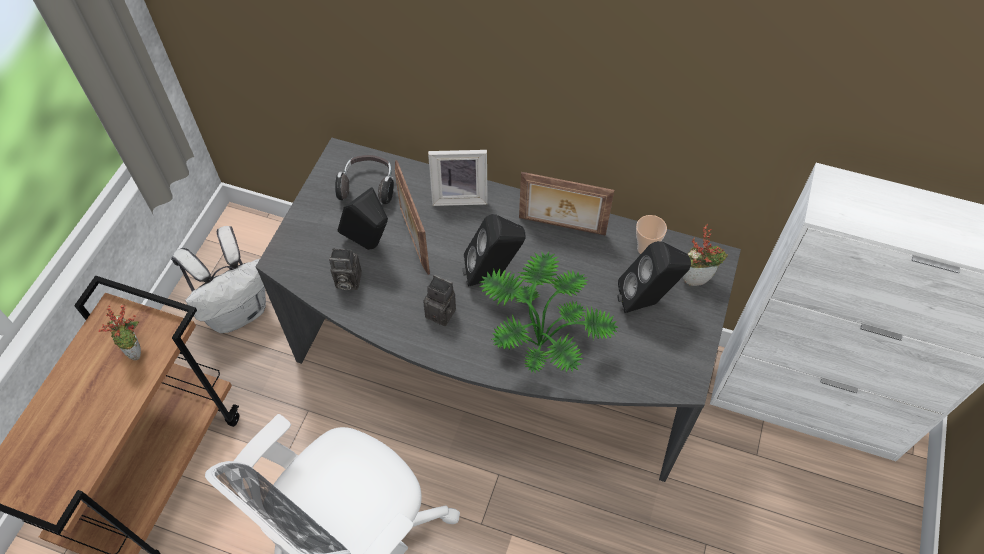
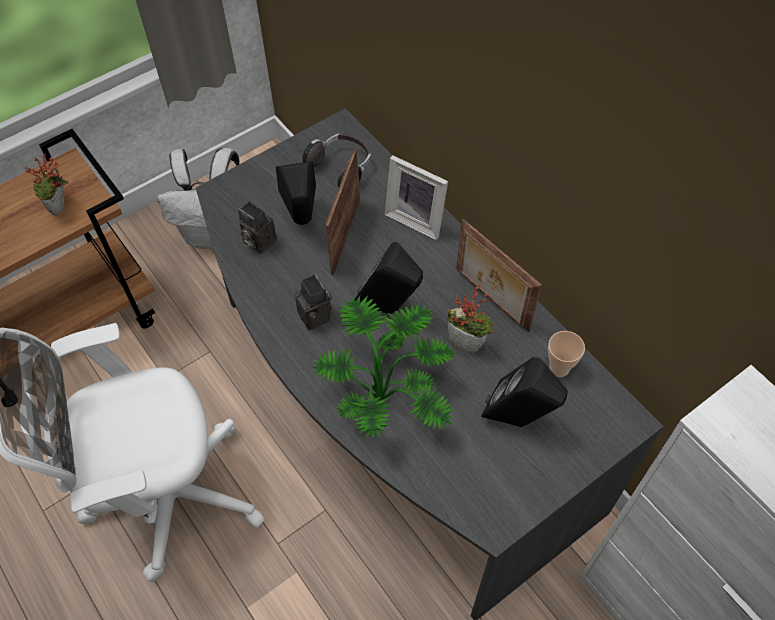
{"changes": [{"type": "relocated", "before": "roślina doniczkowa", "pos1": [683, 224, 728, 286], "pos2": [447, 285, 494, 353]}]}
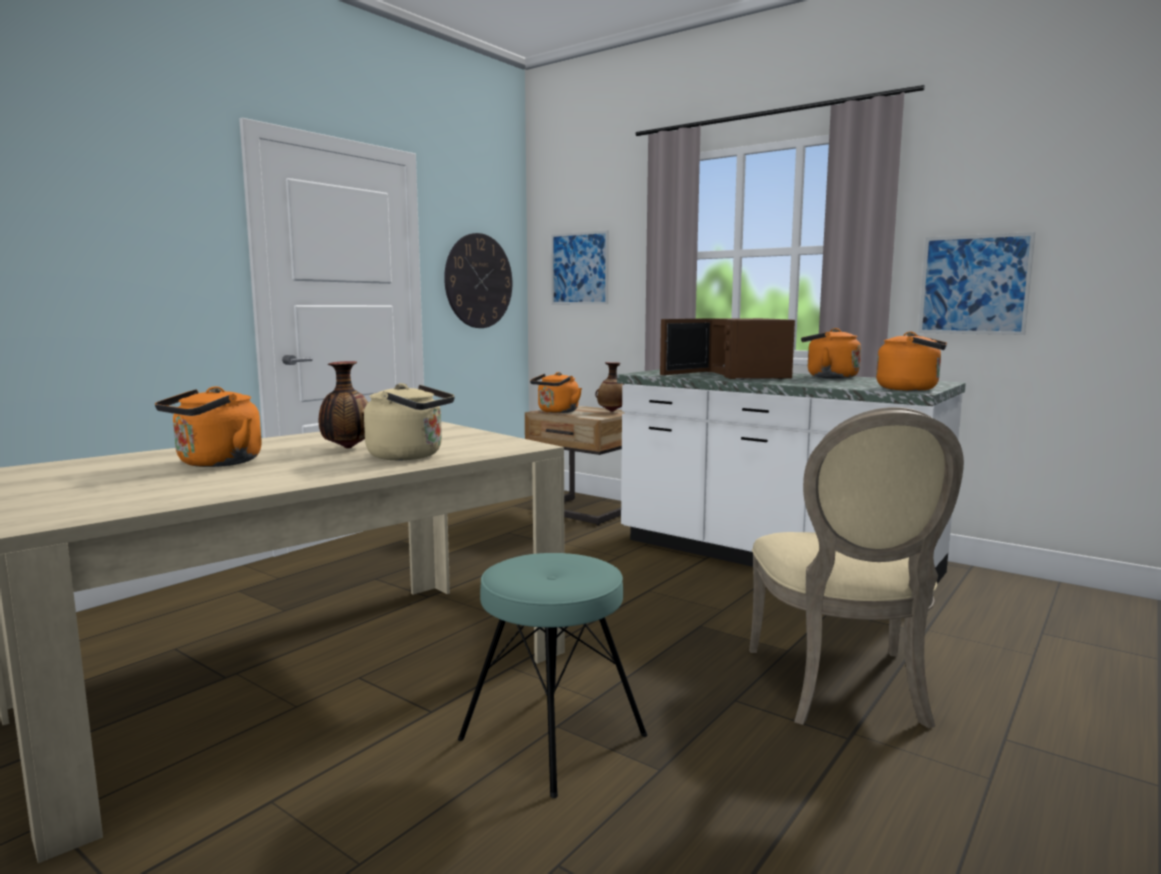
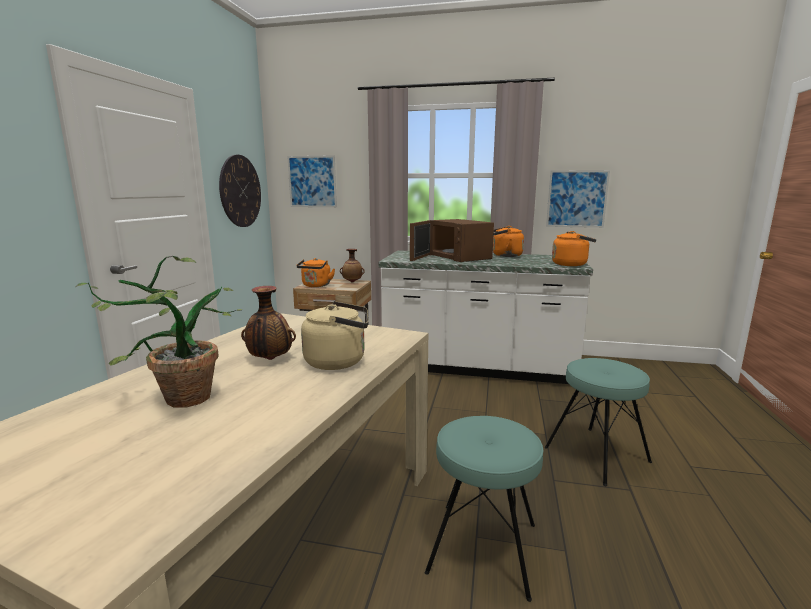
{"changes": [{"type": "exchanged", "before": "czajnik (pomarańczowy)", "after": "roślina doniczkowa", "pos1": [155, 386, 262, 467], "pos2": [76, 256, 242, 408]}, {"type": "exchanged", "before": "krzesło (beżowy)", "after": "stołek (turkusowy)", "pos1": [749, 407, 964, 728], "pos2": [545, 358, 652, 486]}]}
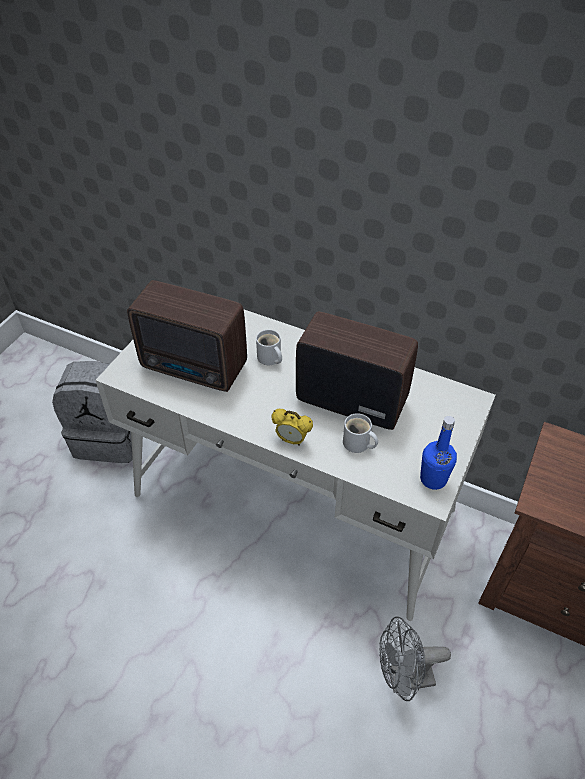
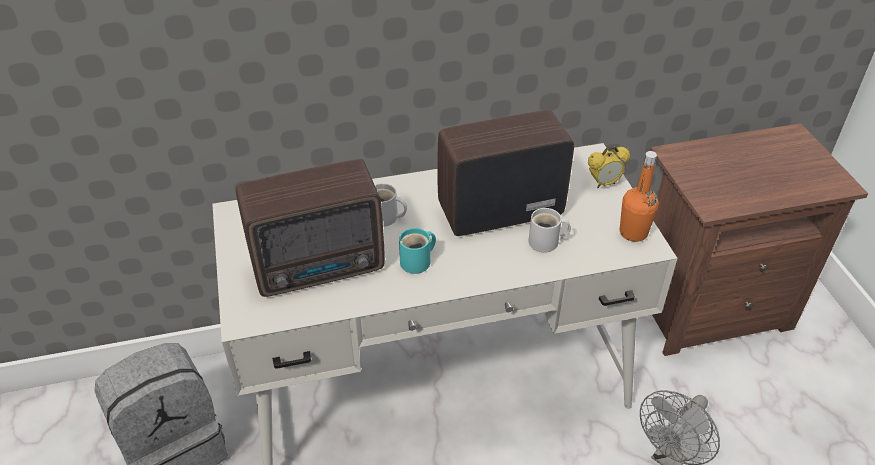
{"changes": [{"type": "relocated", "before": "budzik", "pos1": [271, 409, 313, 446], "pos2": [588, 146, 630, 188]}, {"type": "colour", "before": "butelka (niebieski)", "after": "butelka (pomarańczowy)", "pos1": [420, 416, 457, 490], "pos2": [620, 151, 659, 242]}, {"type": "appeared", "after": "kubek (turkusowy)", "pos2": [399, 228, 436, 274]}]}
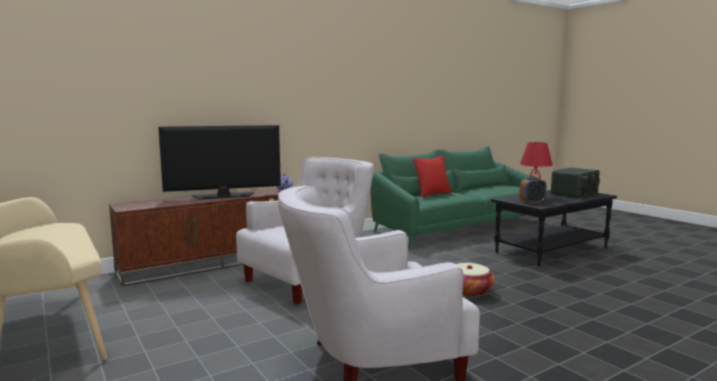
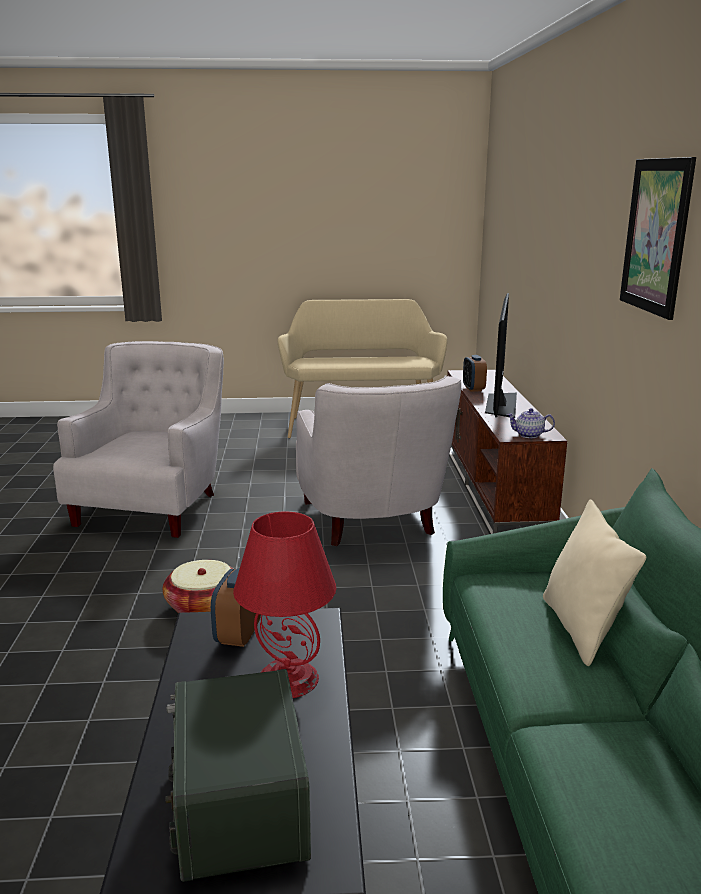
{"changes": [{"type": "colour", "before": "poduszka (czerwony)", "after": "poduszka (beżowy)", "pos1": [413, 155, 452, 197], "pos2": [543, 500, 646, 666]}, {"type": "appeared", "after": "budzik", "pos2": [463, 355, 487, 392]}, {"type": "appeared", "after": "obraz", "pos2": [620, 157, 696, 320]}]}
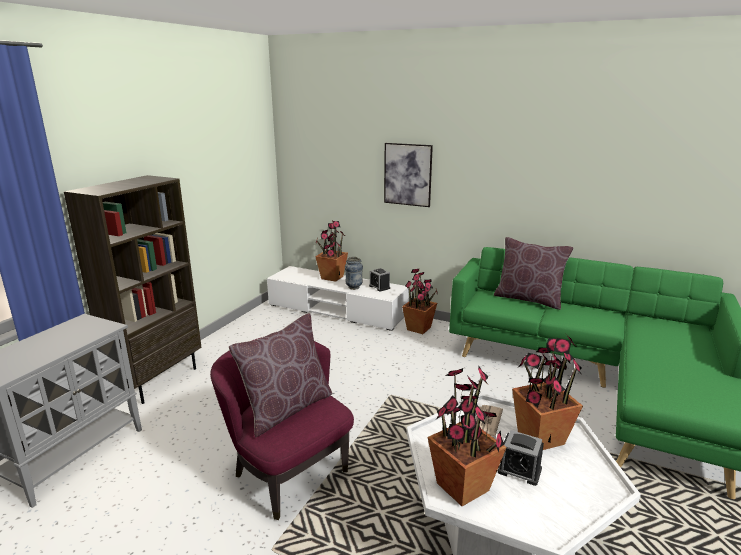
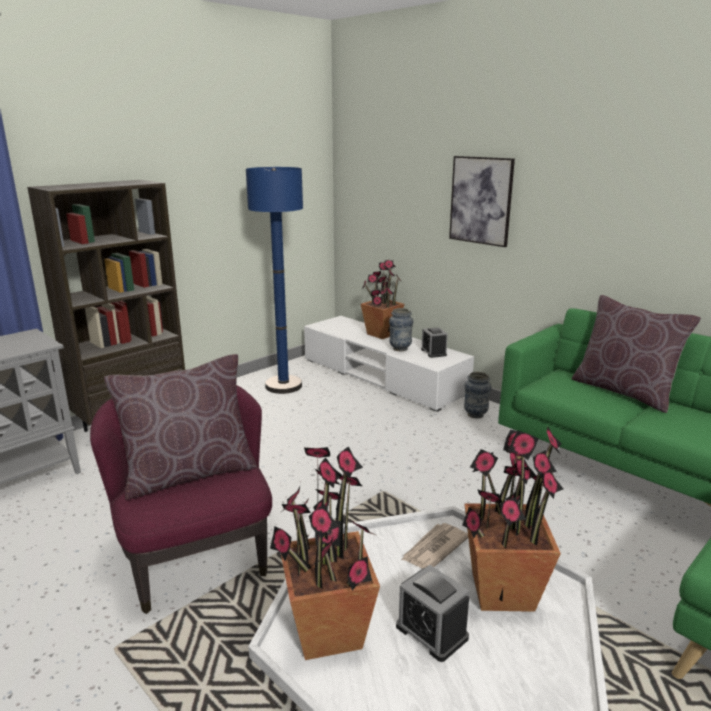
{"changes": [{"type": "exchanged", "before": "roślina doniczkowa", "after": "wazon", "pos1": [402, 269, 438, 334], "pos2": [464, 372, 491, 418]}, {"type": "appeared", "after": "lampa stojąca (niebieski)", "pos2": [246, 167, 303, 394]}]}
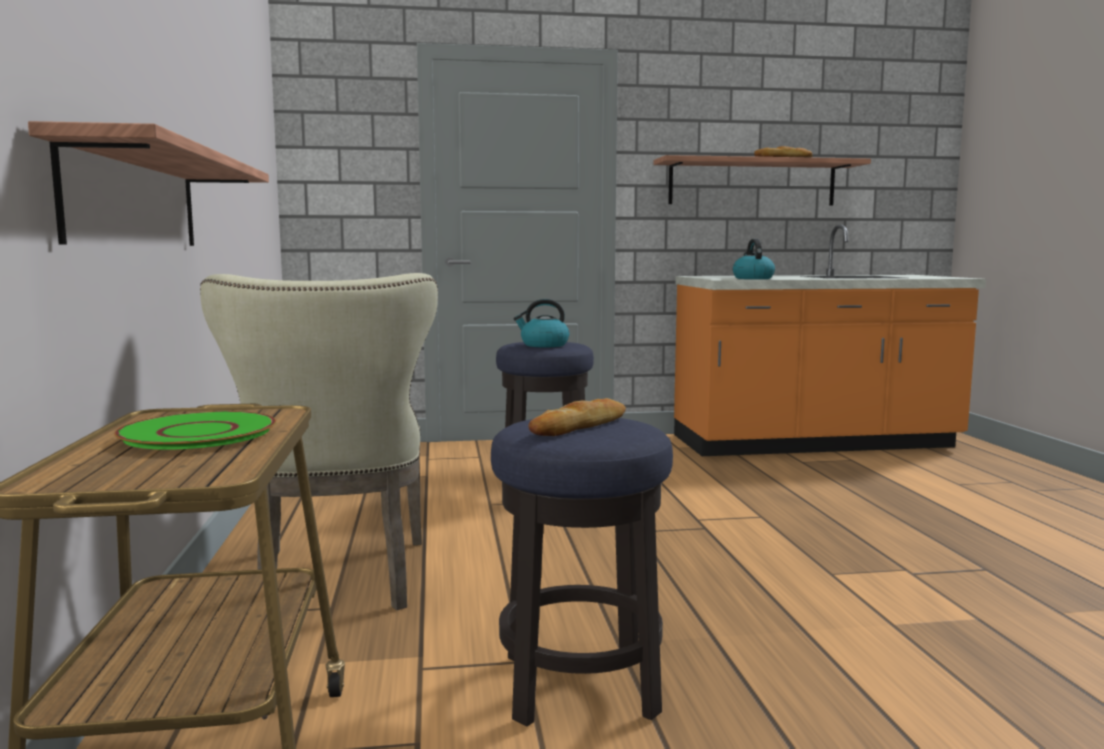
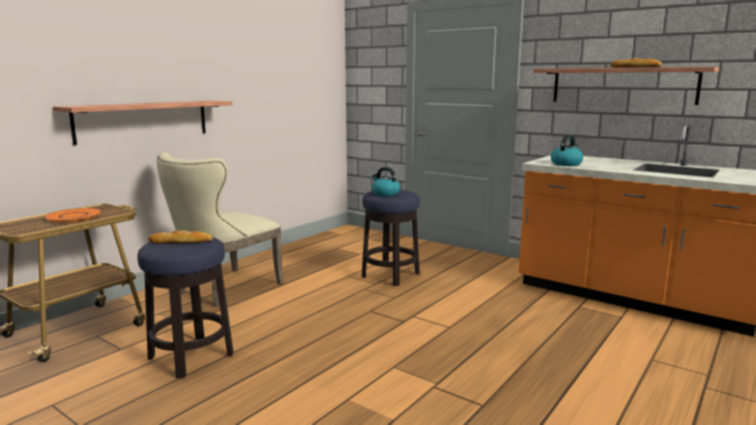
{"changes": [{"type": "colour", "before": "talerz (zielony)", "after": "talerz (pomarańczowy)", "pos1": [114, 411, 276, 450], "pos2": [44, 208, 102, 223]}]}
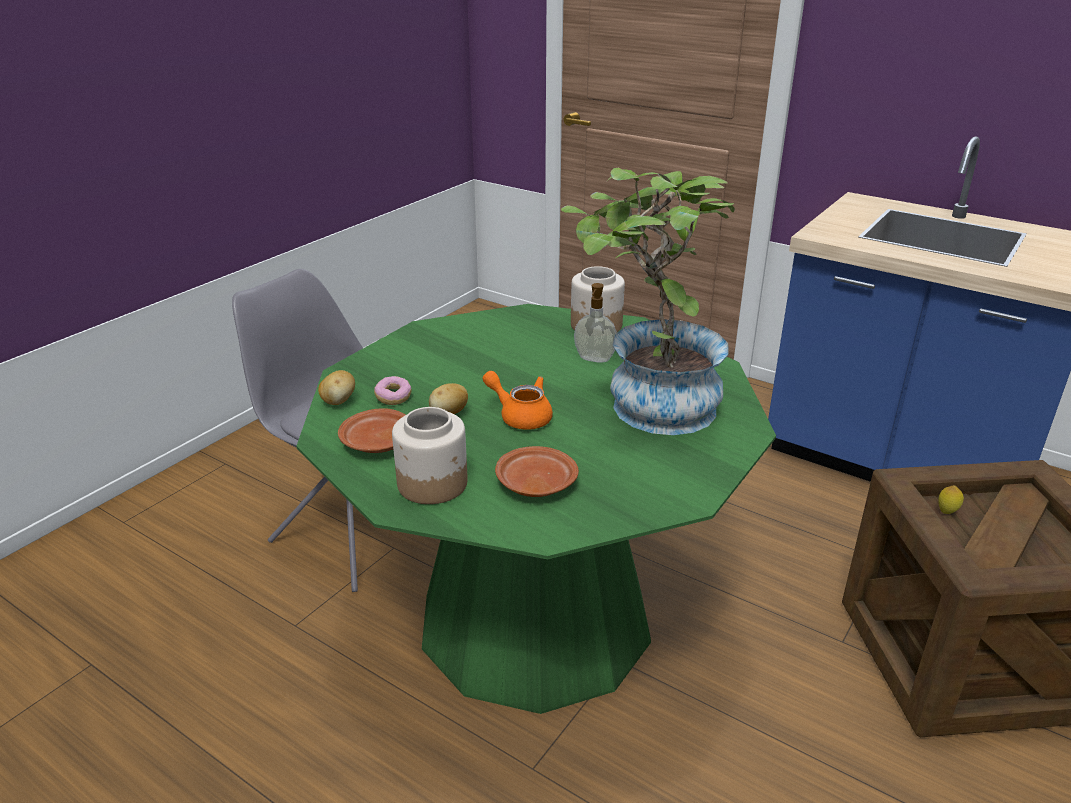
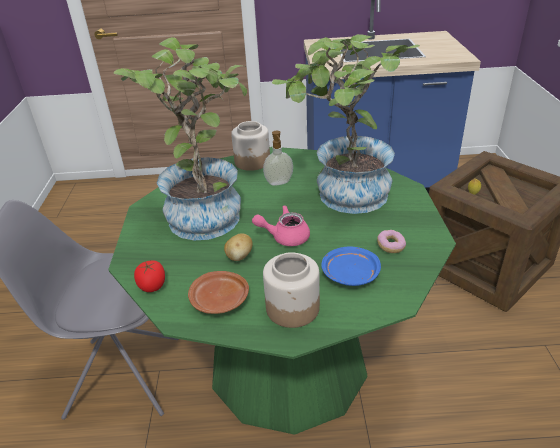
{"changes": [{"type": "exchanged", "before": "ziemniak", "after": "pomidor", "pos1": [318, 370, 355, 405], "pos2": [134, 260, 165, 292]}, {"type": "relocated", "before": "donut", "pos1": [374, 376, 412, 405], "pos2": [377, 230, 406, 253]}, {"type": "colour", "before": "imbryk (pomarańczowy)", "after": "imbryk (różowy)", "pos1": [482, 371, 553, 430], "pos2": [252, 205, 310, 246]}, {"type": "colour", "before": "talerz (brązowy)", "after": "talerz (niebieski)", "pos1": [495, 446, 579, 497], "pos2": [321, 247, 381, 286]}, {"type": "appeared", "after": "roślina doniczkowa", "pos2": [114, 37, 247, 241]}]}
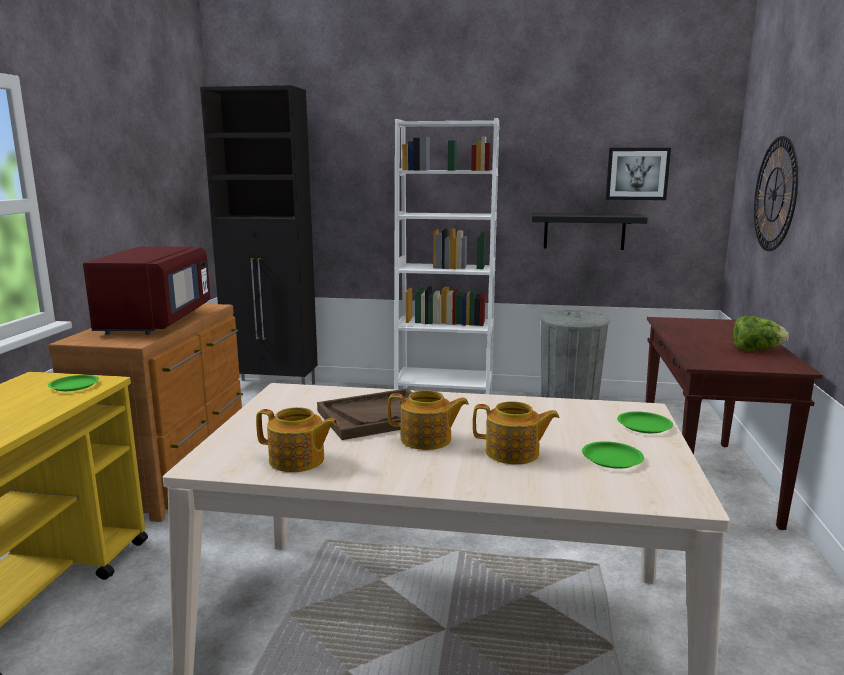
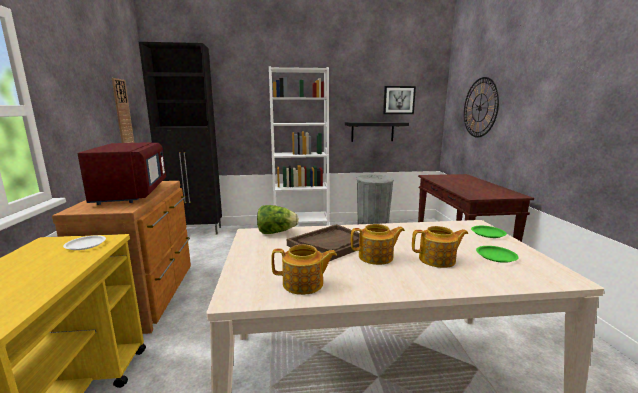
{"changes": [{"type": "colour", "before": "talerz (zielony)", "after": "talerz (biały)", "pos1": [48, 375, 99, 391], "pos2": [63, 235, 106, 250]}, {"type": "relocated", "before": "sałata", "pos1": [733, 316, 789, 351], "pos2": [257, 205, 299, 234]}, {"type": "appeared", "after": "zegar ścienny", "pos2": [112, 78, 134, 143]}]}
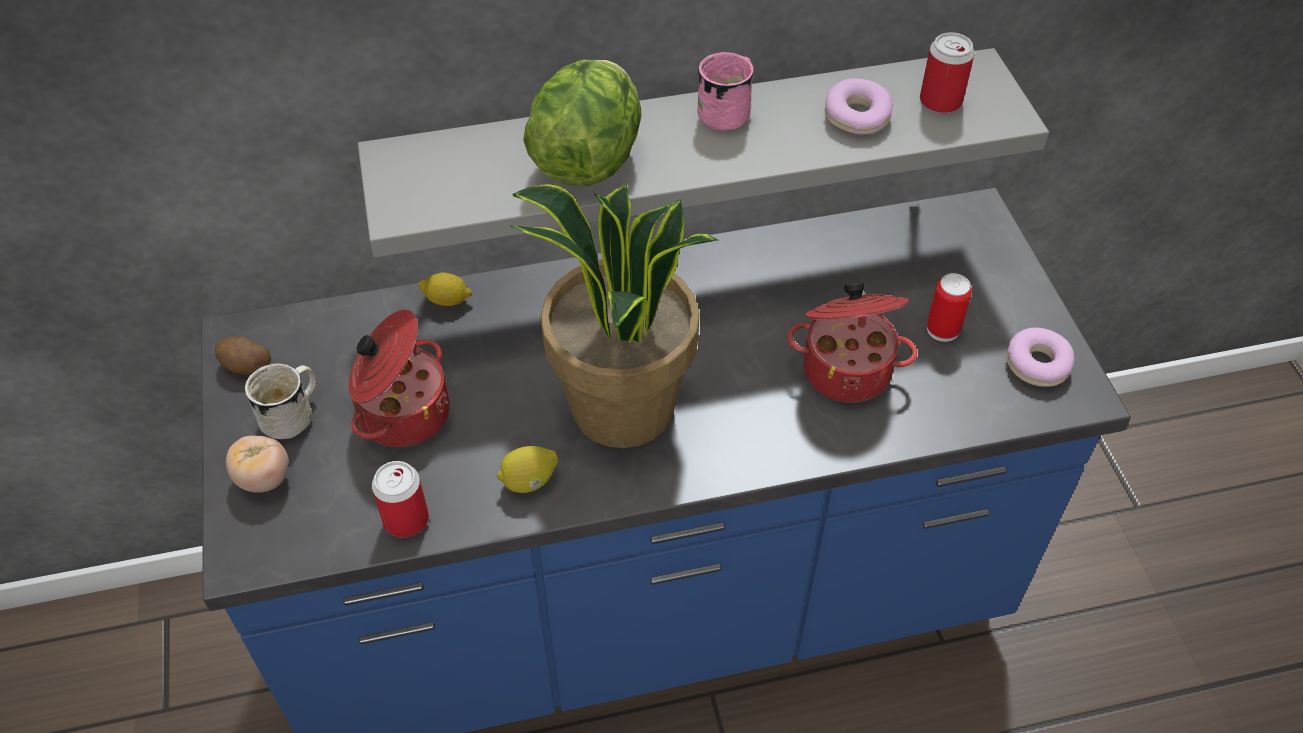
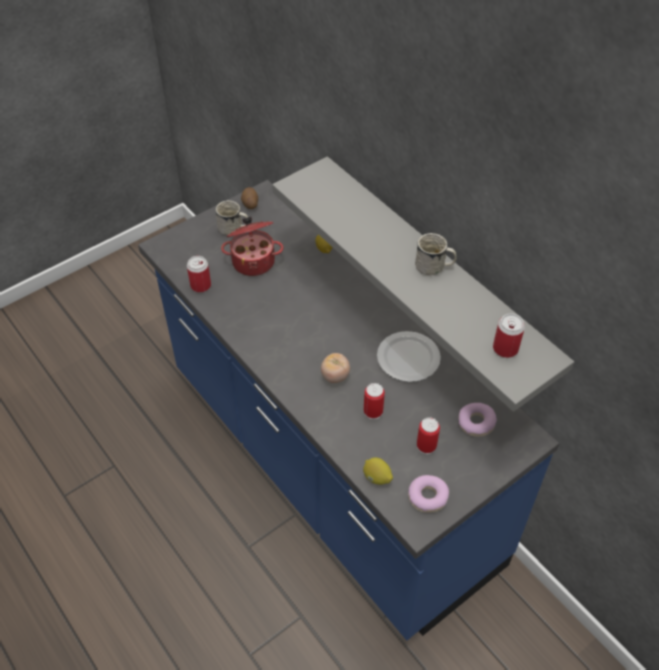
{"changes": [{"type": "relocated", "before": "pomidor", "pos1": [226, 435, 289, 493], "pos2": [321, 353, 350, 383]}, {"type": "relocated", "before": "cytryna", "pos1": [497, 446, 558, 493], "pos2": [363, 457, 393, 485]}, {"type": "missing", "before": "roślina doniczkowa", "pos1": [510, 184, 718, 448]}, {"type": "missing", "before": "sałata", "pos1": [523, 60, 642, 186]}, {"type": "colour", "before": "kubek (różowy)", "after": "kubek (biały)", "pos1": [697, 52, 754, 131], "pos2": [415, 233, 457, 275]}, {"type": "exchanged", "before": "garnek", "after": "puszka", "pos1": [787, 282, 917, 403], "pos2": [364, 383, 385, 420]}, {"type": "relocated", "before": "donut", "pos1": [825, 78, 893, 135], "pos2": [458, 403, 497, 437]}, {"type": "appeared", "after": "talerz", "pos2": [377, 331, 441, 382]}]}
